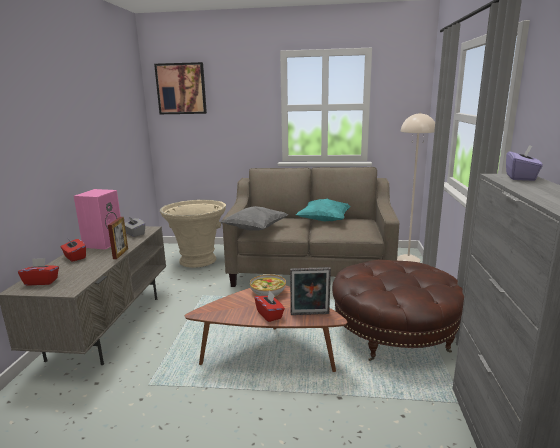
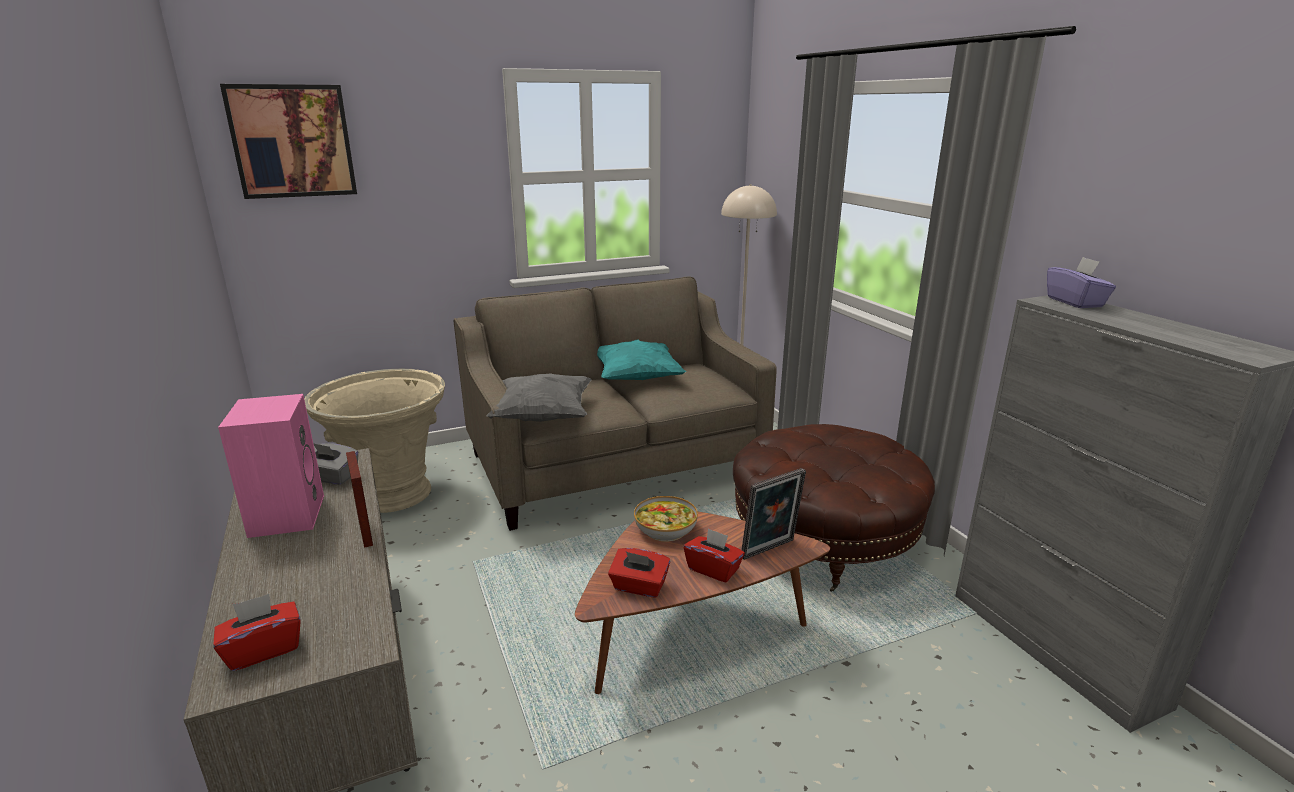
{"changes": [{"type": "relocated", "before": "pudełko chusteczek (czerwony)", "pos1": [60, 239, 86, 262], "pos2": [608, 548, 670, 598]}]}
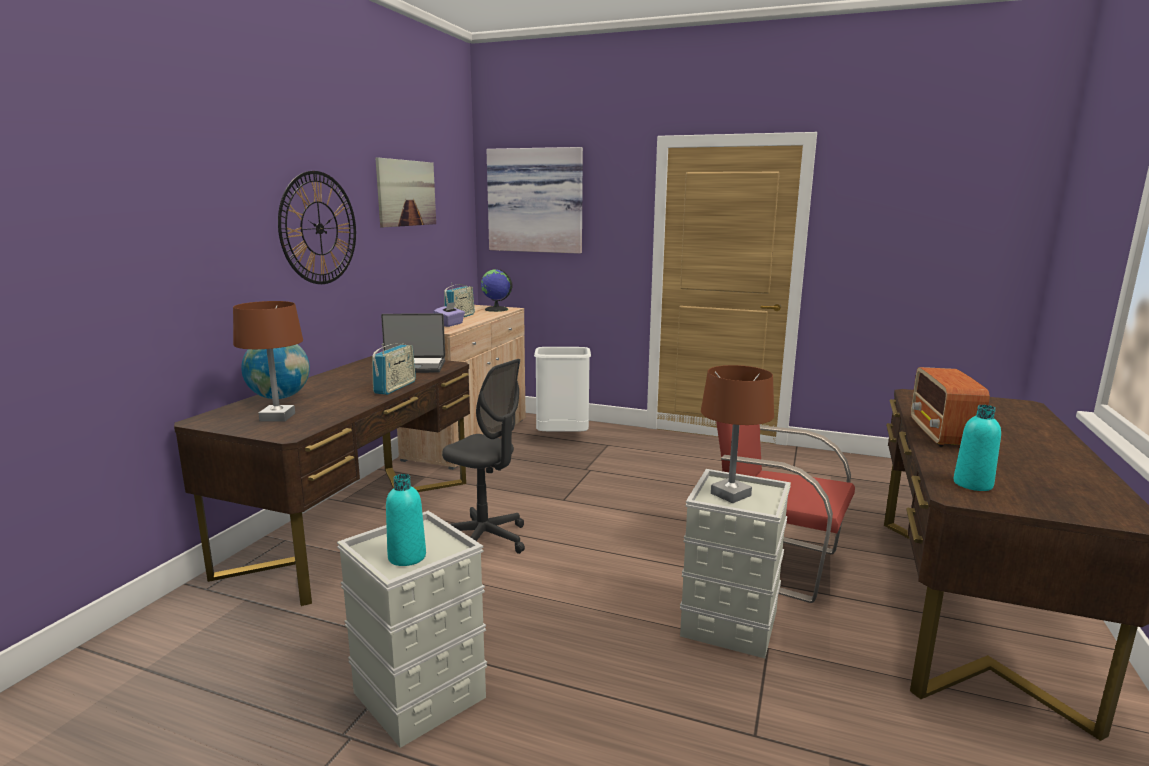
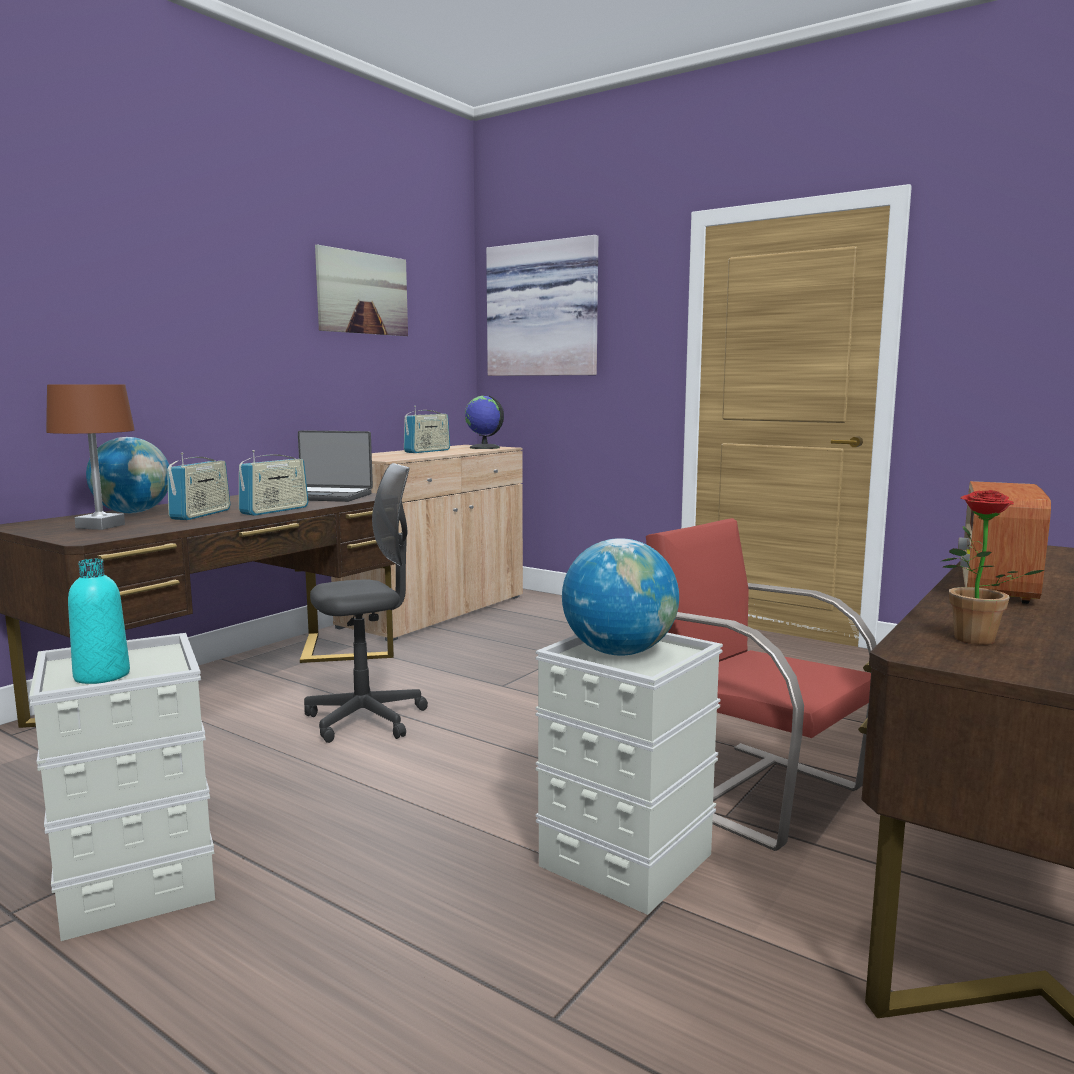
{"changes": [{"type": "missing", "before": "zegar ścienny", "pos1": [278, 171, 356, 284]}, {"type": "missing", "before": "pudełko chusteczek (fioletowy)", "pos1": [433, 302, 465, 327]}, {"type": "spun", "before": "krzesło biurowe (szary)", "pos1": [442, 359, 525, 554], "pos2": [304, 463, 428, 743], "turn": -75}, {"type": "missing", "before": "kosz na śmieci (biały)", "pos1": [534, 347, 591, 432]}, {"type": "exchanged", "before": "lampa stołowa (brązowy)", "after": "globus", "pos1": [701, 365, 774, 503], "pos2": [562, 538, 679, 655]}, {"type": "exchanged", "before": "butelka (turkusowy)", "after": "roślina doniczkowa", "pos1": [953, 405, 1001, 491], "pos2": [940, 490, 1044, 645]}, {"type": "appeared", "after": "radio", "pos2": [167, 453, 230, 520]}]}
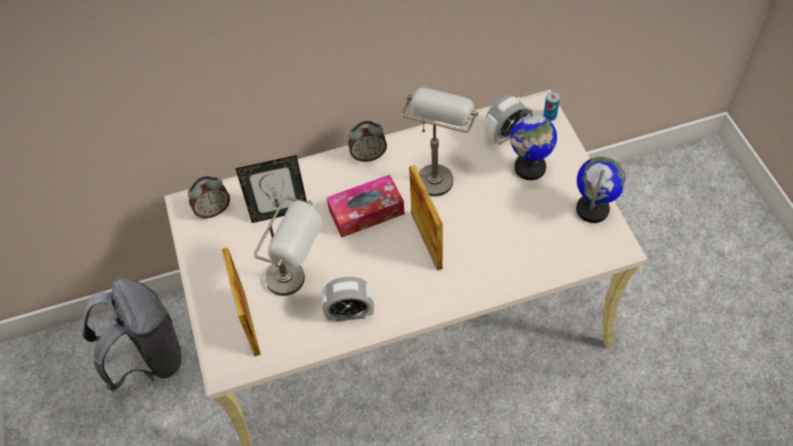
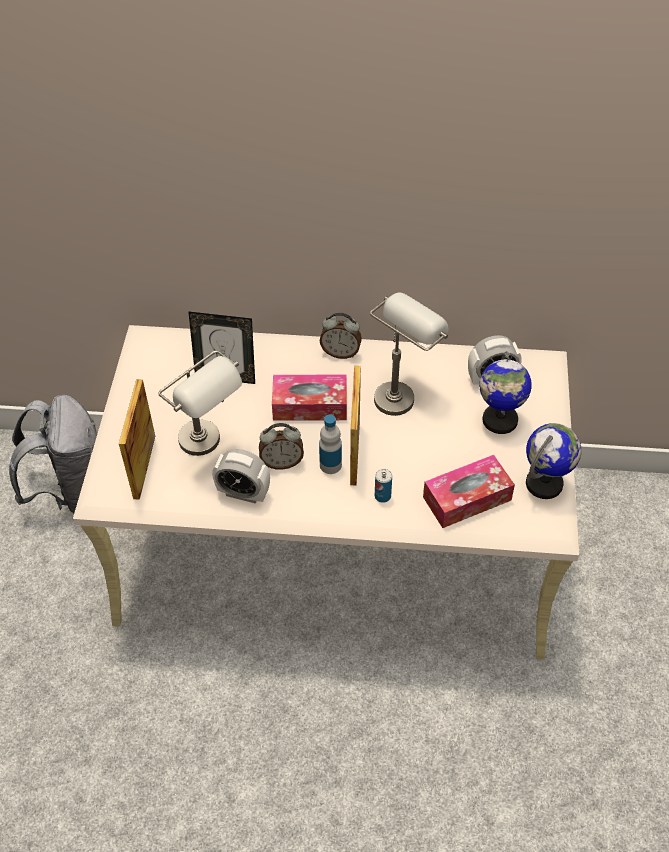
{"changes": [{"type": "relocated", "before": "budzik", "pos1": [188, 176, 230, 218], "pos2": [259, 423, 304, 470]}, {"type": "relocated", "before": "puszka", "pos1": [543, 92, 560, 121], "pos2": [375, 469, 392, 503]}, {"type": "appeared", "after": "butelka", "pos2": [319, 415, 342, 474]}, {"type": "appeared", "after": "pudełko chusteczek", "pos2": [423, 455, 515, 528]}]}
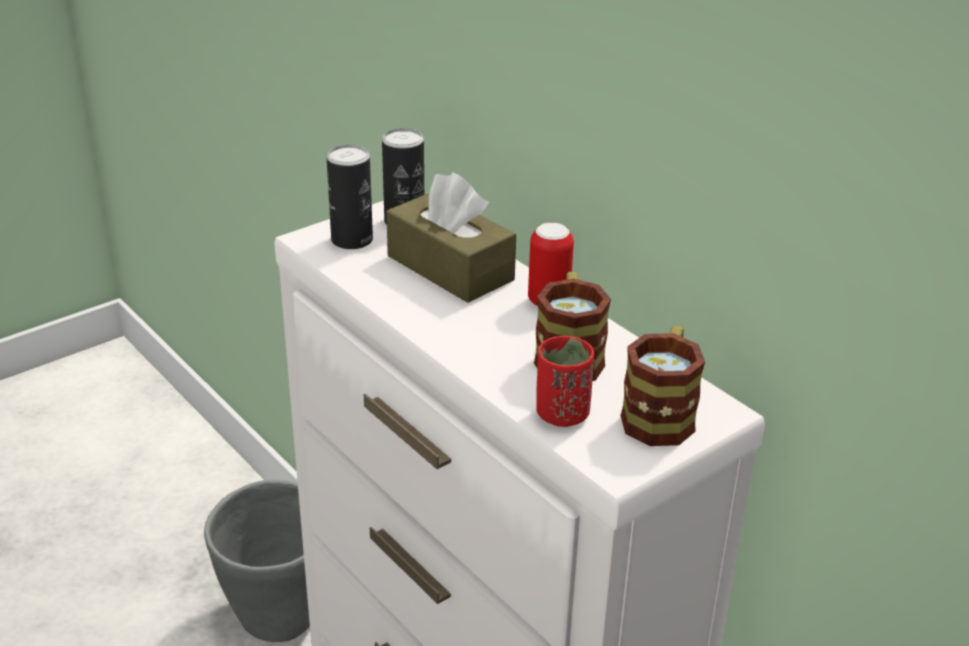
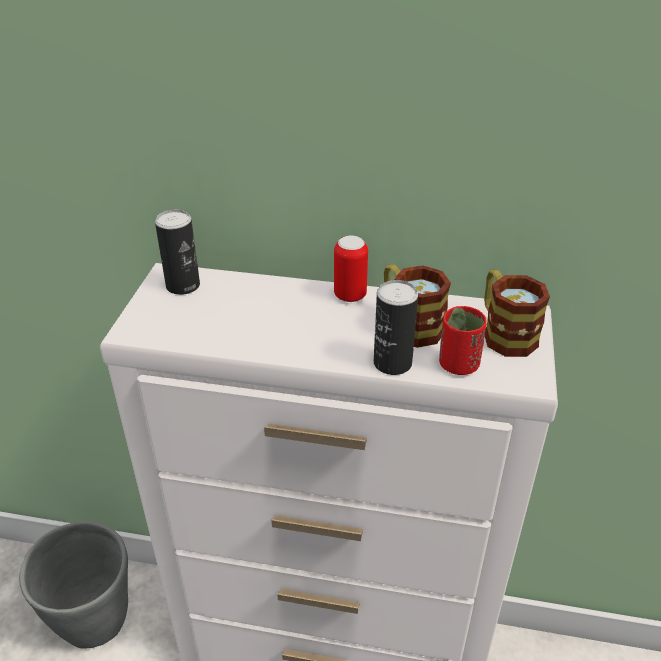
{"changes": [{"type": "relocated", "before": "puszka", "pos1": [327, 145, 373, 249], "pos2": [374, 280, 418, 375]}, {"type": "missing", "before": "pudełko chusteczek (brązowy)", "pos1": [386, 172, 516, 303]}]}
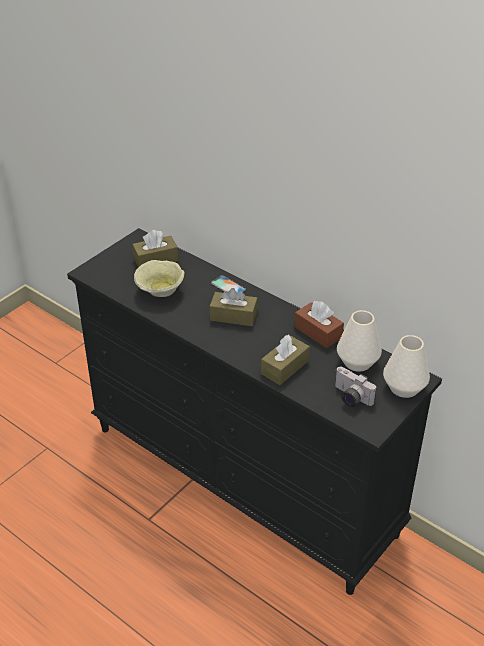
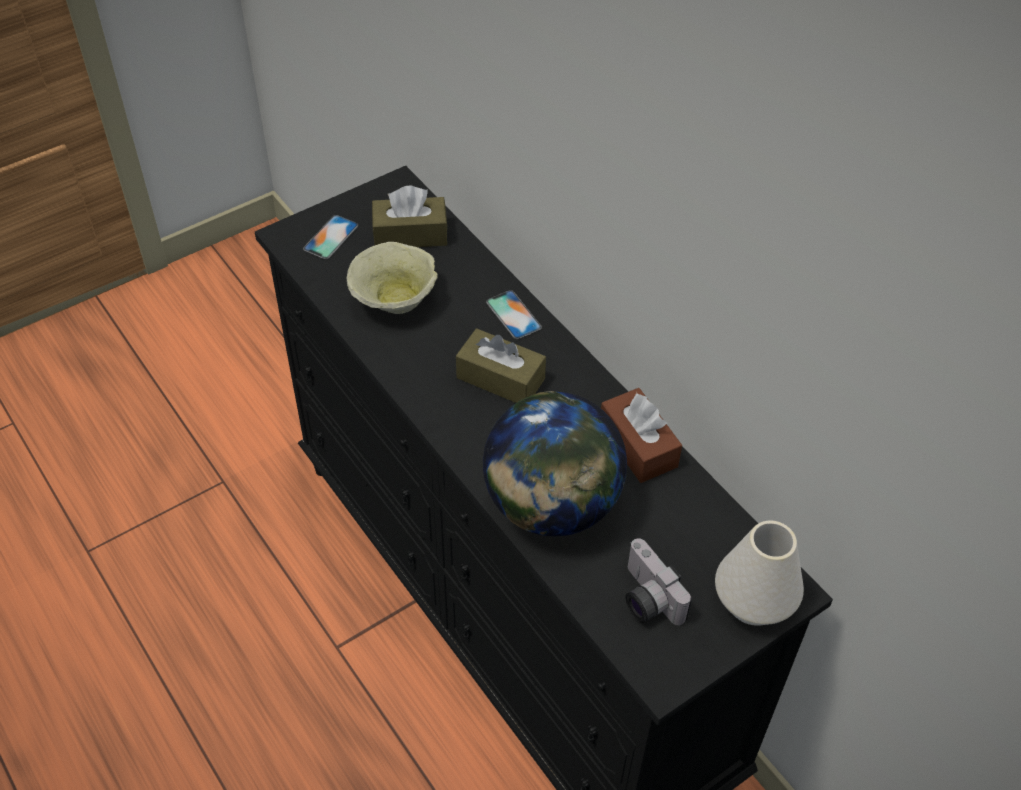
{"changes": [{"type": "exchanged", "before": "pudełko chusteczek (brązowy)", "after": "globus", "pos1": [261, 335, 310, 385], "pos2": [483, 391, 627, 536]}, {"type": "missing", "before": "wazon (biały)", "pos1": [337, 310, 382, 372]}, {"type": "appeared", "after": "telefon", "pos2": [303, 215, 358, 259]}]}
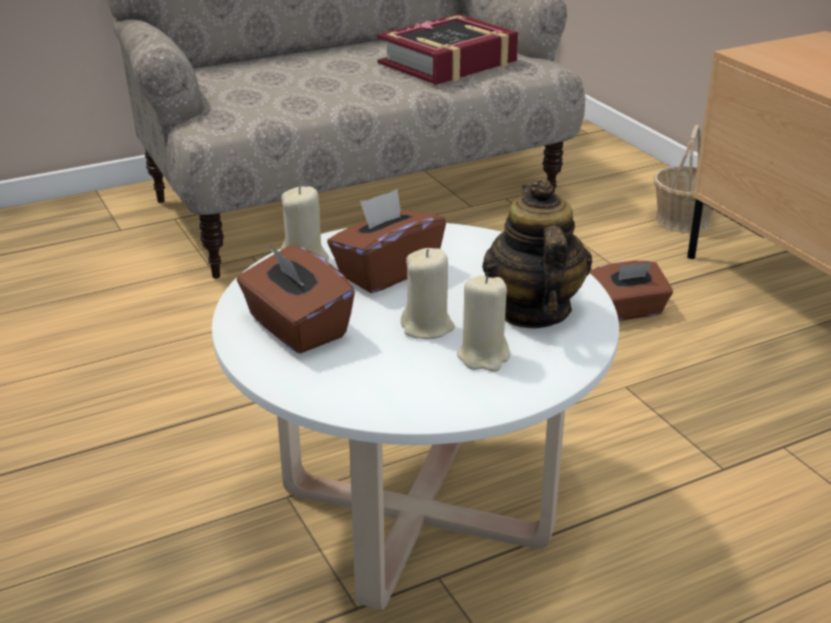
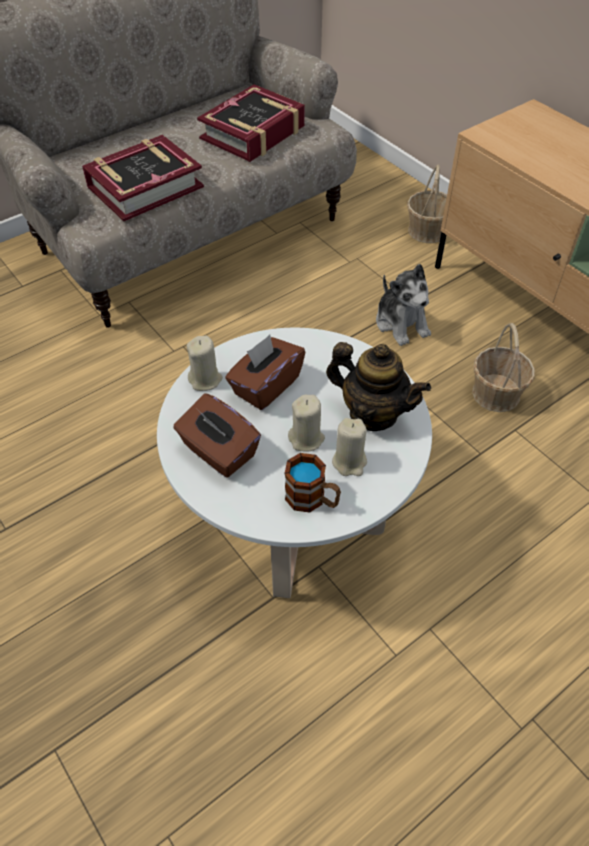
{"changes": [{"type": "spun", "before": "imbryk", "pos1": [482, 178, 592, 328], "pos2": [326, 342, 431, 431], "turn": 135}, {"type": "exchanged", "before": "pudełko chusteczek (brązowy)", "after": "pluszak", "pos1": [590, 260, 673, 321], "pos2": [376, 264, 431, 346]}, {"type": "appeared", "after": "książka", "pos2": [82, 135, 204, 221]}, {"type": "appeared", "after": "kubek", "pos2": [284, 453, 341, 513]}, {"type": "appeared", "after": "koszyk", "pos2": [472, 323, 535, 412]}]}
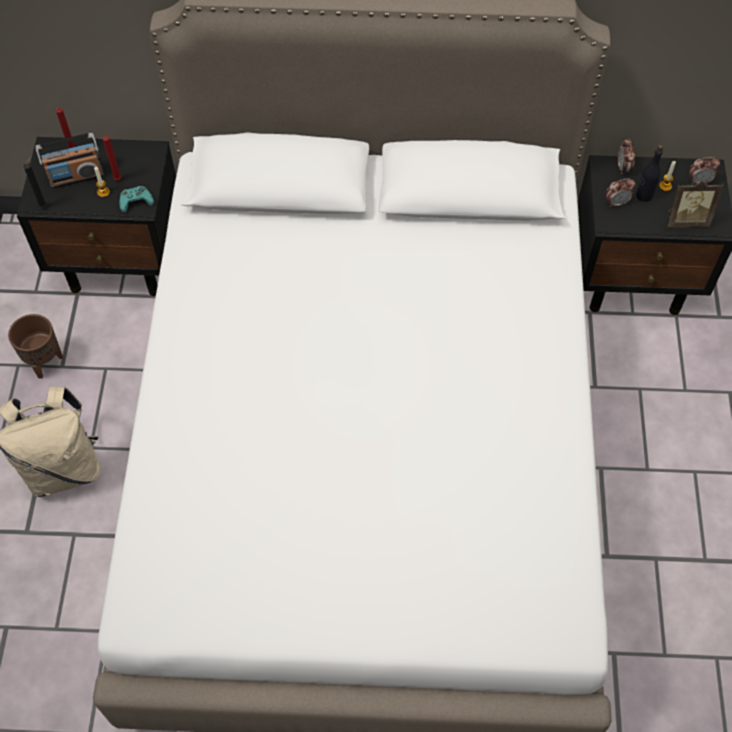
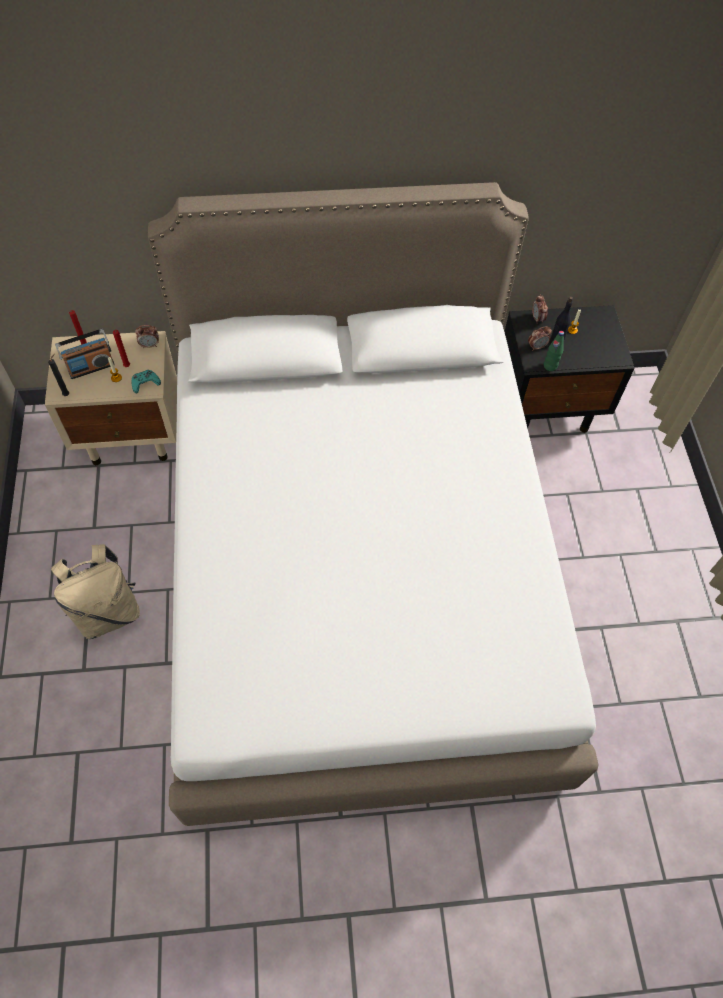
{"changes": [{"type": "missing", "before": "donica (brązowy)", "pos1": [8, 314, 63, 379]}, {"type": "colour", "before": "szafka nocna (czarny)", "after": "szafka nocna (beżowy)", "pos1": [17, 137, 176, 296], "pos2": [45, 331, 177, 465]}, {"type": "missing", "before": "ramka na zdjęcie", "pos1": [667, 181, 723, 227]}, {"type": "relocated", "before": "budzik", "pos1": [689, 157, 720, 184], "pos2": [135, 325, 159, 349]}, {"type": "appeared", "after": "butelka (zielony)", "pos2": [544, 331, 564, 371]}]}
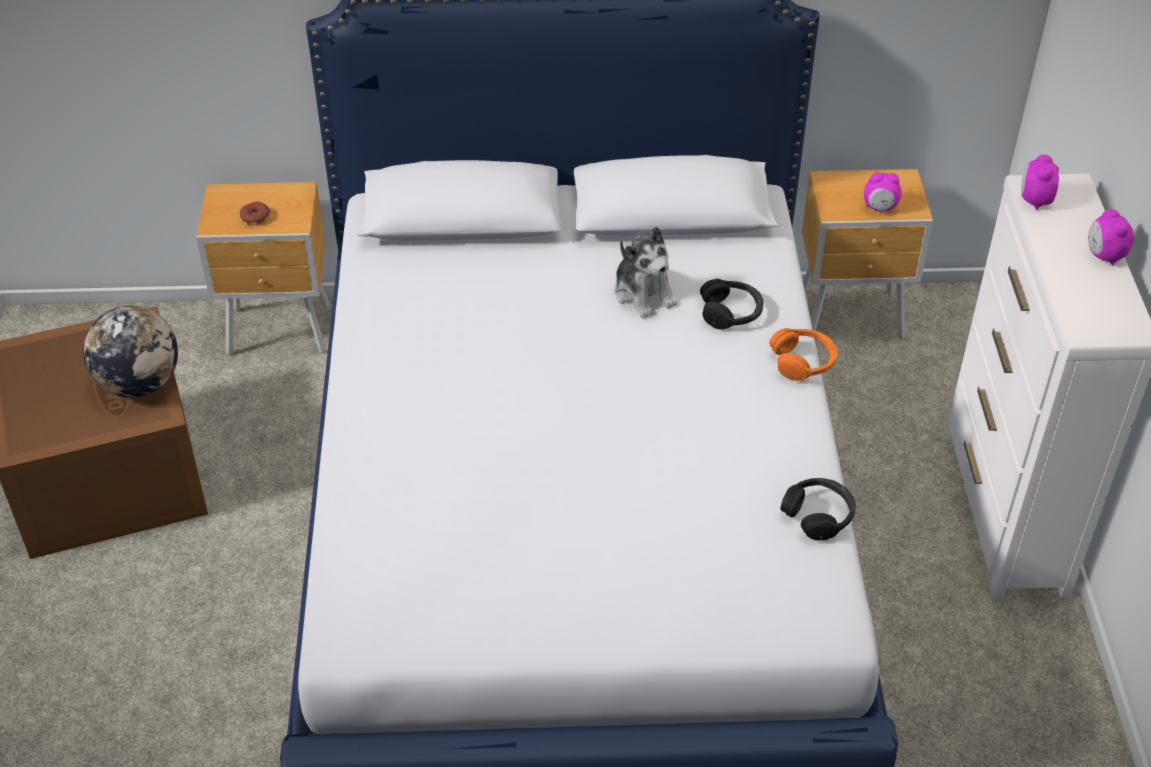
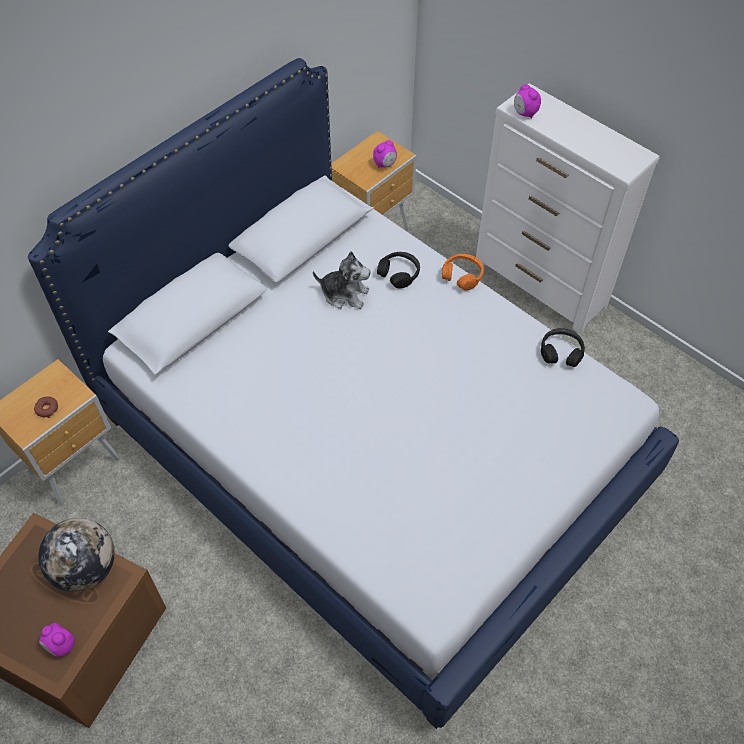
{"changes": [{"type": "relocated", "before": "budzik", "pos1": [1088, 209, 1134, 266], "pos2": [39, 623, 75, 657]}]}
